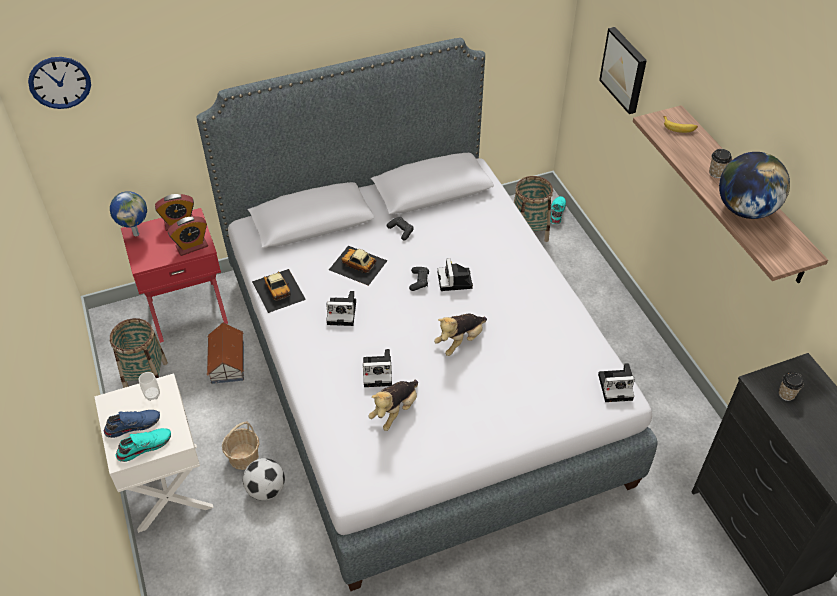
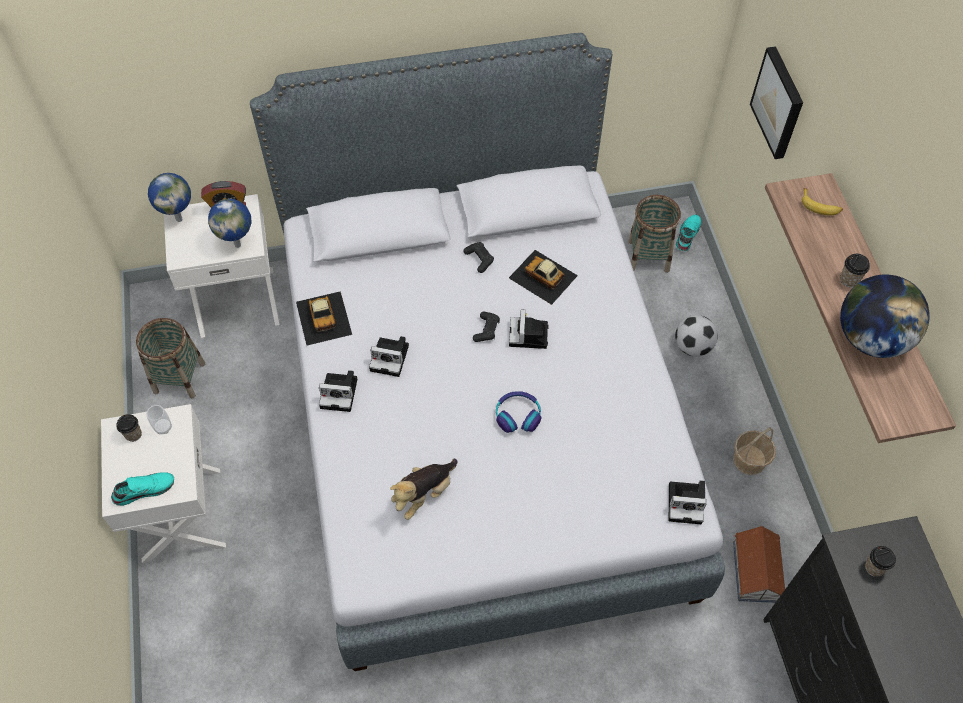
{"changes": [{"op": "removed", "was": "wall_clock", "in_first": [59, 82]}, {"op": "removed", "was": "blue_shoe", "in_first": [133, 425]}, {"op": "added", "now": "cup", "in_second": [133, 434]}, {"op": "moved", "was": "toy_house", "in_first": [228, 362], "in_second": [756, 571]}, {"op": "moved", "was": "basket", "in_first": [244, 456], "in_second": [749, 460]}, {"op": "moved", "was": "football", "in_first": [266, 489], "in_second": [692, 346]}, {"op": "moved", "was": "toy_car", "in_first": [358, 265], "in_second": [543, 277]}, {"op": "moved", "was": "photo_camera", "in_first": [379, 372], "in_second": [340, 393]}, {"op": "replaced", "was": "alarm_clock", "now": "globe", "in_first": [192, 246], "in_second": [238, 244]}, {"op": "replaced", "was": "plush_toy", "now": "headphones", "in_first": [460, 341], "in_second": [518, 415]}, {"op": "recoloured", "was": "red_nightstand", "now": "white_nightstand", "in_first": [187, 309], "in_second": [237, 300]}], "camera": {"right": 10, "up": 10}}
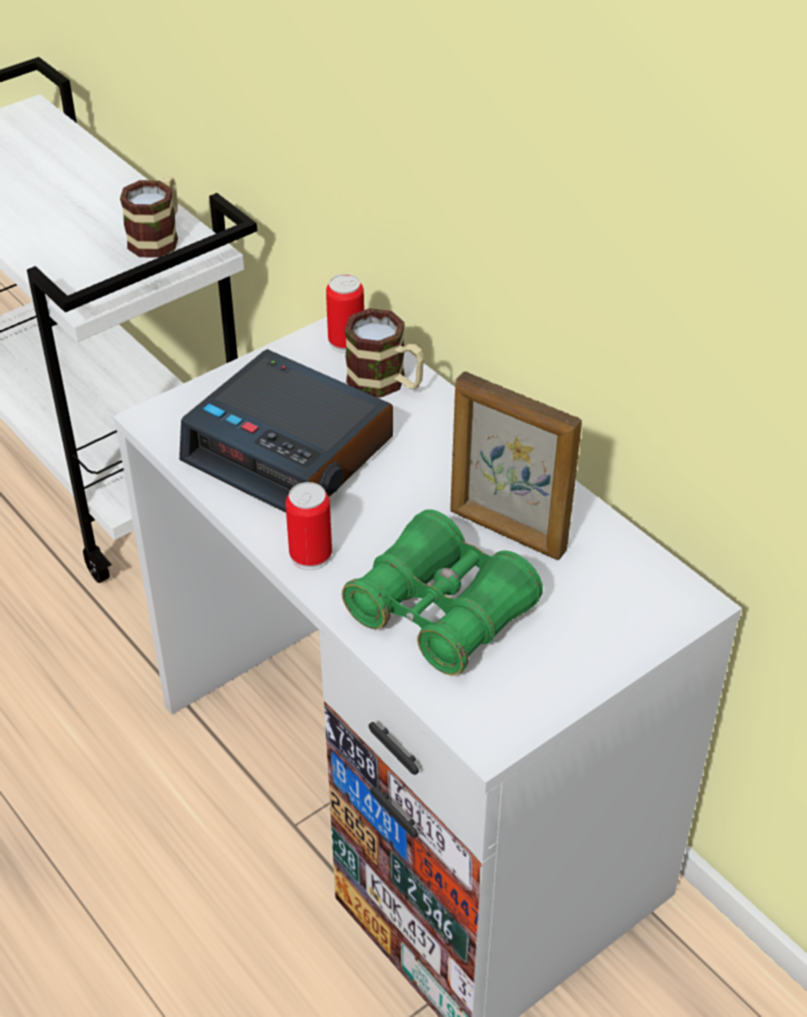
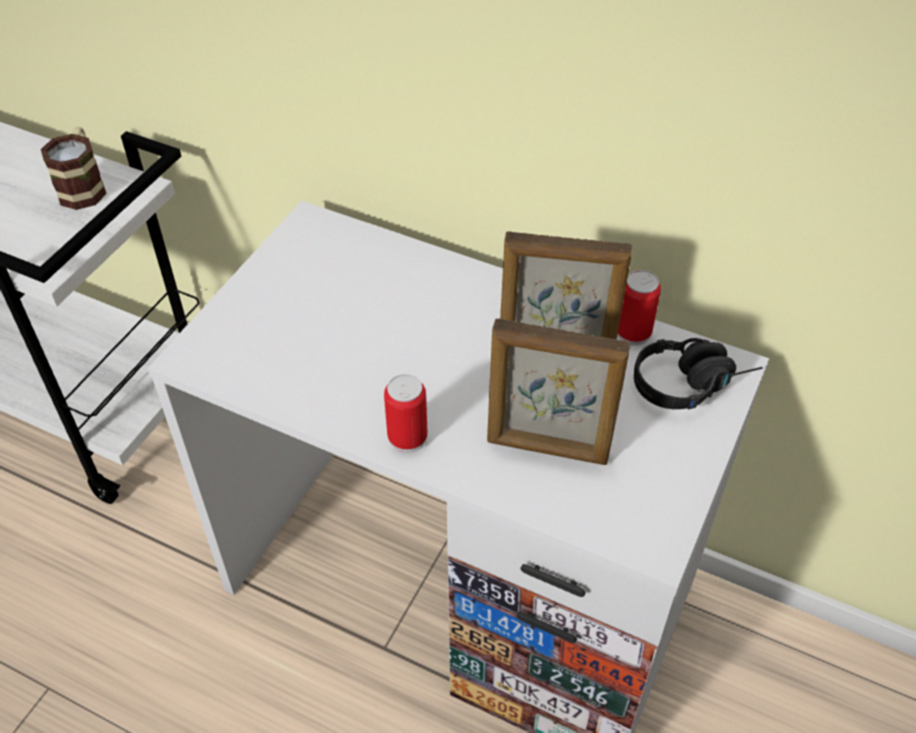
{"changes": [{"op": "removed", "was": "alarm_clock", "in_first": [291, 451]}, {"op": "removed", "was": "mug", "in_first": [386, 383]}, {"op": "added", "now": "black_headphones", "in_second": [692, 382]}, {"op": "moved", "was": "can", "in_first": [346, 342], "in_second": [633, 332]}, {"op": "replaced", "was": "green_binoculars", "now": "picture_frame", "in_first": [441, 612], "in_second": [547, 448]}], "camera": {"right": -25, "up": 5}}
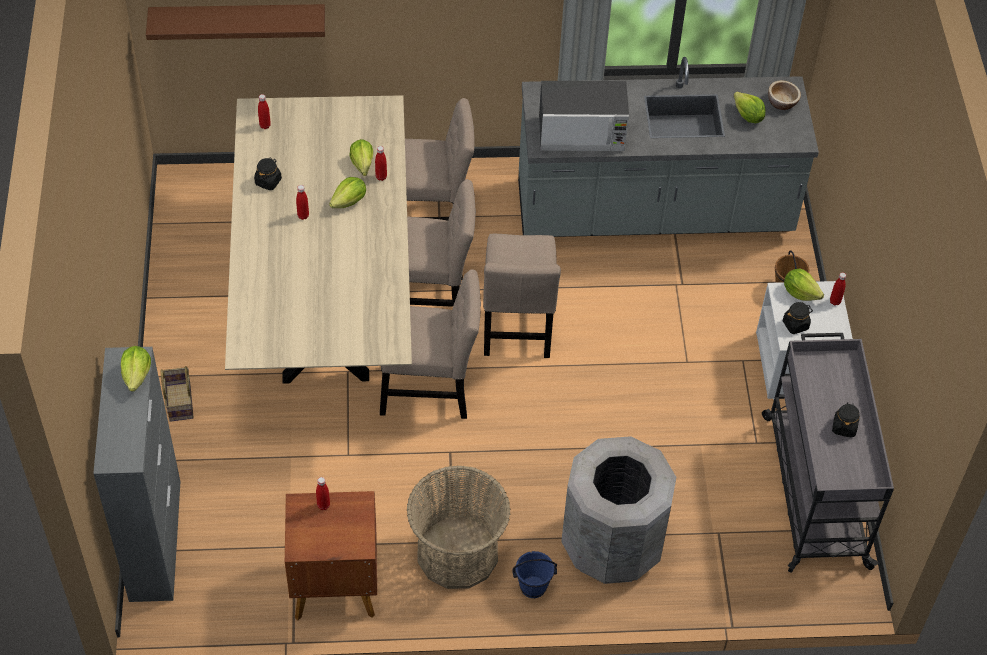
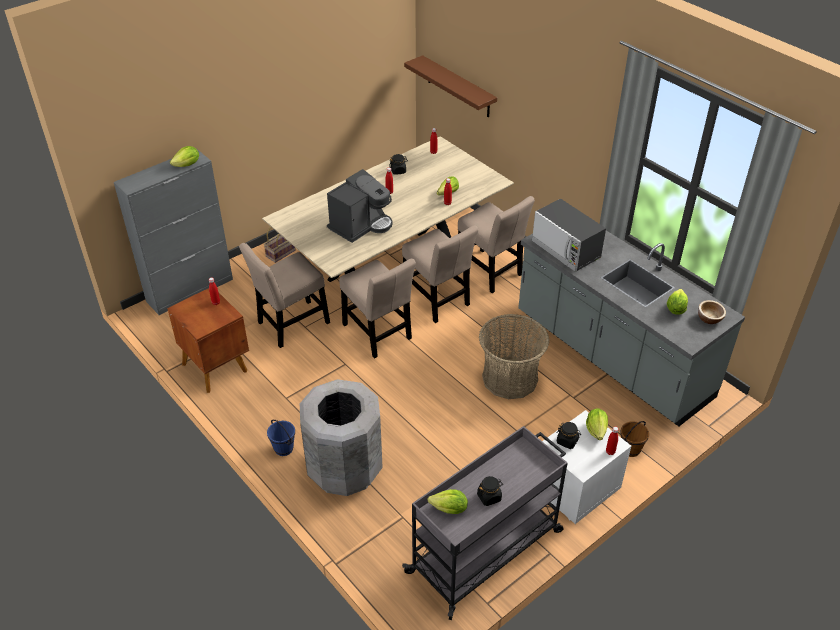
{"changes": [{"op": "added", "now": "coffee_machine", "in_second": [361, 225]}, {"op": "moved", "was": "lettuce", "in_first": [349, 202], "in_second": [449, 509]}, {"op": "moved", "was": "basket", "in_first": [457, 553], "in_second": [509, 378]}, {"op": "moved", "was": "beige_chair", "in_first": [517, 328], "in_second": [290, 325]}], "camera": {"right": 55, "up": -10}}
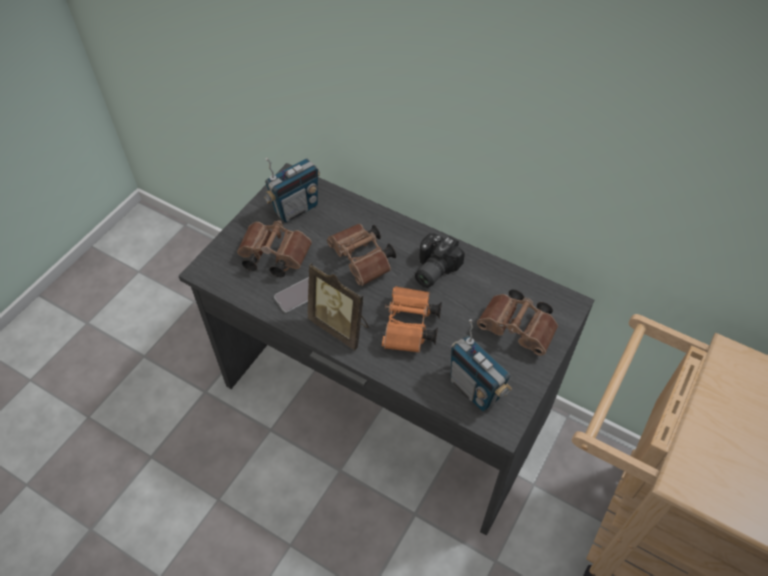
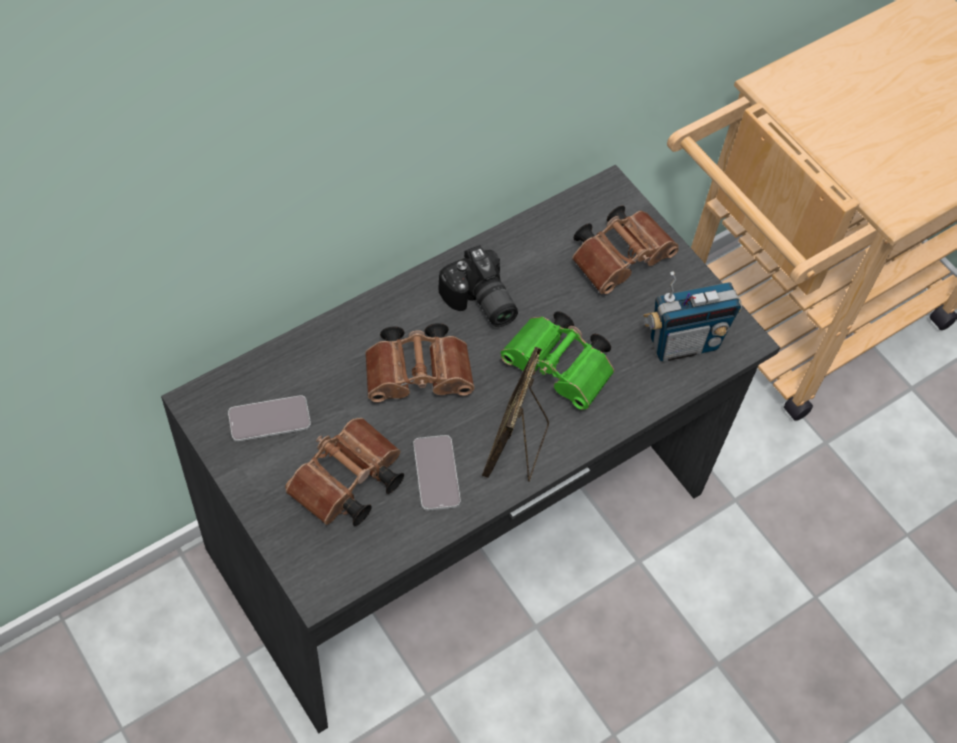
{"changes": [{"op": "replaced", "was": "radio", "now": "phone", "in_first": [296, 209], "in_second": [269, 419]}, {"op": "recoloured", "was": "orange_binoculars", "now": "green_binoculars", "in_first": [410, 328], "in_second": [561, 370]}, {"op": "turned", "was": "picture_frame", "in_first": [341, 326], "in_second": [517, 447], "clockwise": 135}], "camera": {"right": -70, "up": 5}}
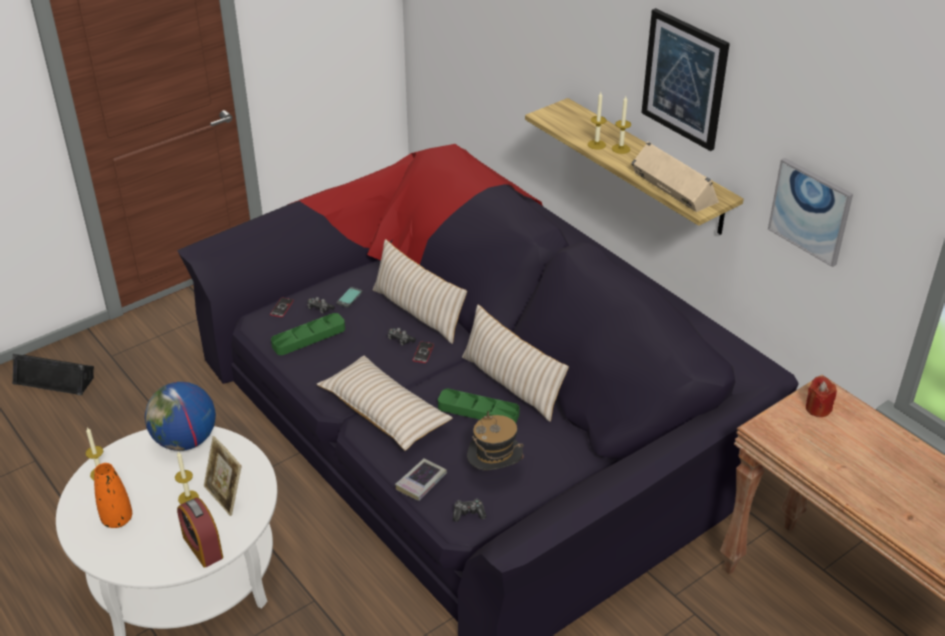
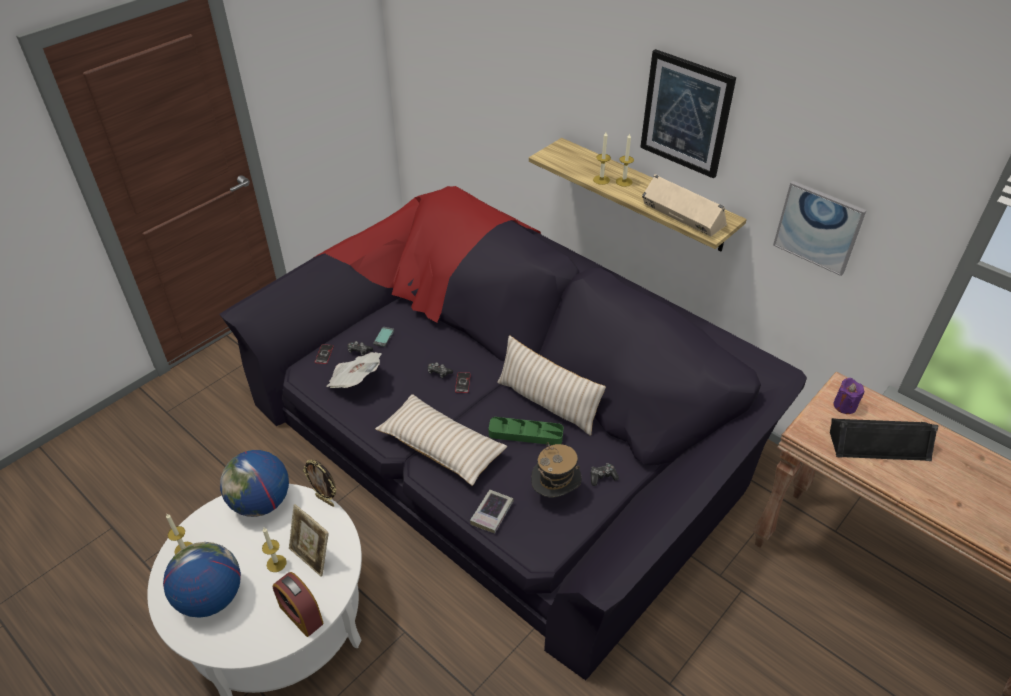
{"changes": [{"op": "removed", "was": "beige_pillow", "in_first": [418, 312]}, {"op": "added", "now": "picture_frame", "in_second": [325, 500]}, {"op": "moved", "was": "black_speaker", "in_first": [55, 378], "in_second": [878, 442]}, {"op": "moved", "was": "game_controller", "in_first": [468, 513], "in_second": [602, 477]}, {"op": "replaced", "was": "orange_vase", "now": "globe", "in_first": [117, 519], "in_second": [211, 597]}, {"op": "replaced", "was": "green_tray", "now": "newspaper", "in_first": [308, 337], "in_second": [355, 381]}, {"op": "recoloured", "was": "red_candle", "now": "purple_candle", "in_first": [818, 408], "in_second": [844, 406]}], "camera": {"right": -10, "up": 5}}
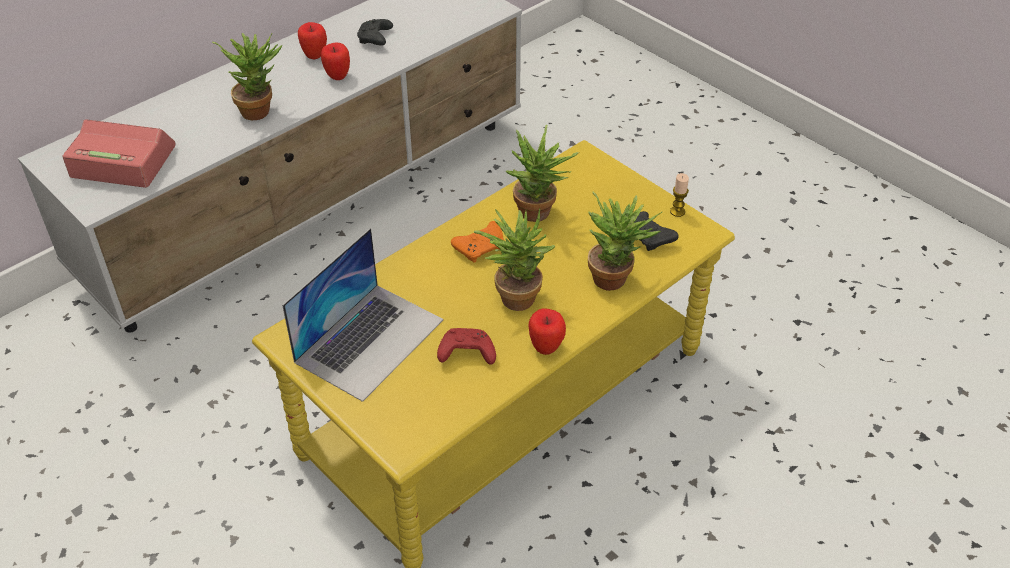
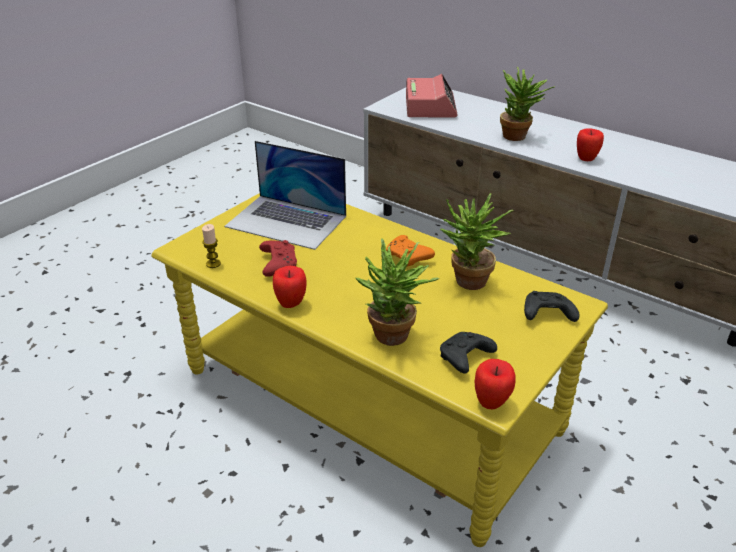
{"changes": [{"op": "removed", "was": "potted_plant", "in_first": [514, 294]}, {"op": "moved", "was": "apple", "in_first": [314, 55], "in_second": [491, 403]}, {"op": "moved", "was": "black_game_controller", "in_first": [375, 39], "in_second": [546, 315]}, {"op": "moved", "was": "candle", "in_first": [677, 211], "in_second": [213, 264]}], "camera": {"right": 80, "up": -10}}
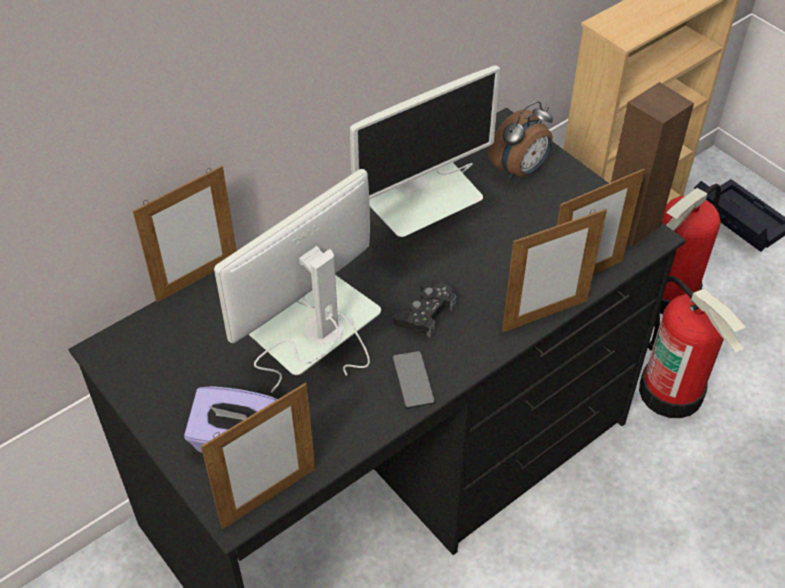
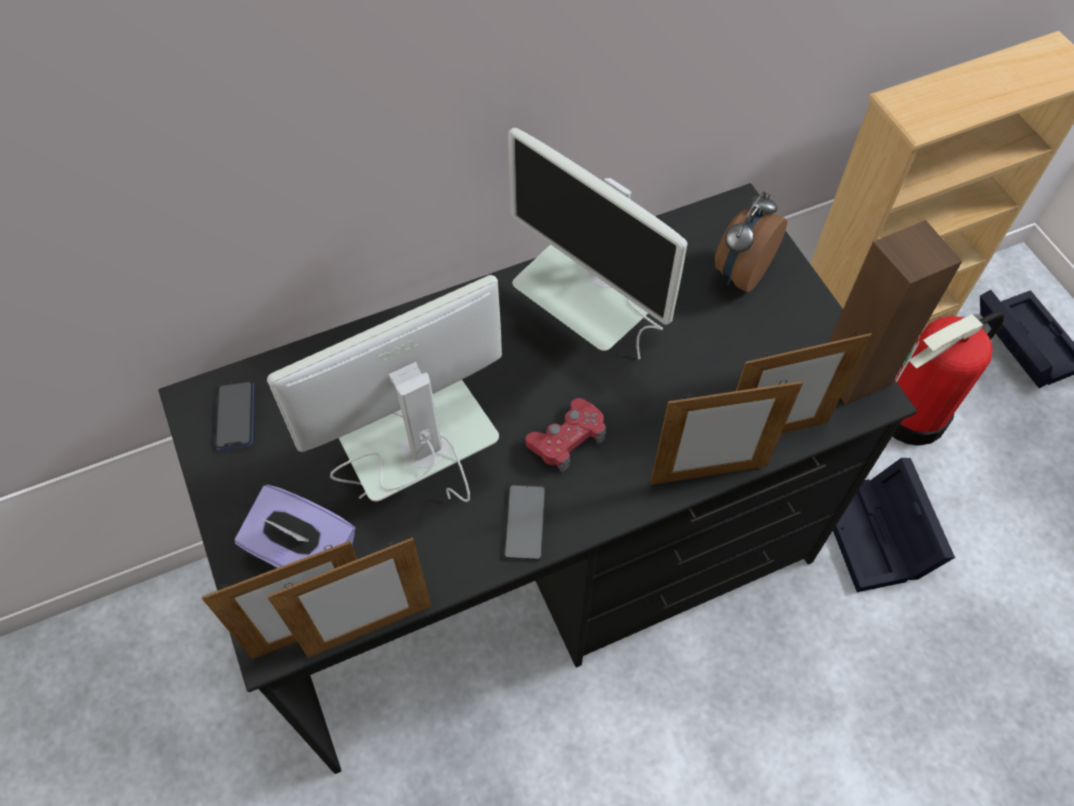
{"changes": [{"op": "added", "now": "phone", "in_second": [235, 416]}, {"op": "moved", "was": "picture_frame", "in_first": [197, 279], "in_second": [370, 630]}, {"op": "replaced", "was": "fire_extinguisher", "now": "black_storage_box", "in_first": [672, 391], "in_second": [879, 536]}, {"op": "recoloured", "was": "black_game_controller", "now": "red_game_controller", "in_first": [425, 314], "in_second": [567, 439]}, {"op": "turned", "was": "monitor", "in_first": [417, 229], "in_second": [592, 324], "clockwise": 60}, {"op": "turned", "was": "alarm_clock", "in_first": [520, 170], "in_second": [740, 272], "clockwise": 150}], "camera": {"right": 15, "up": 10}}
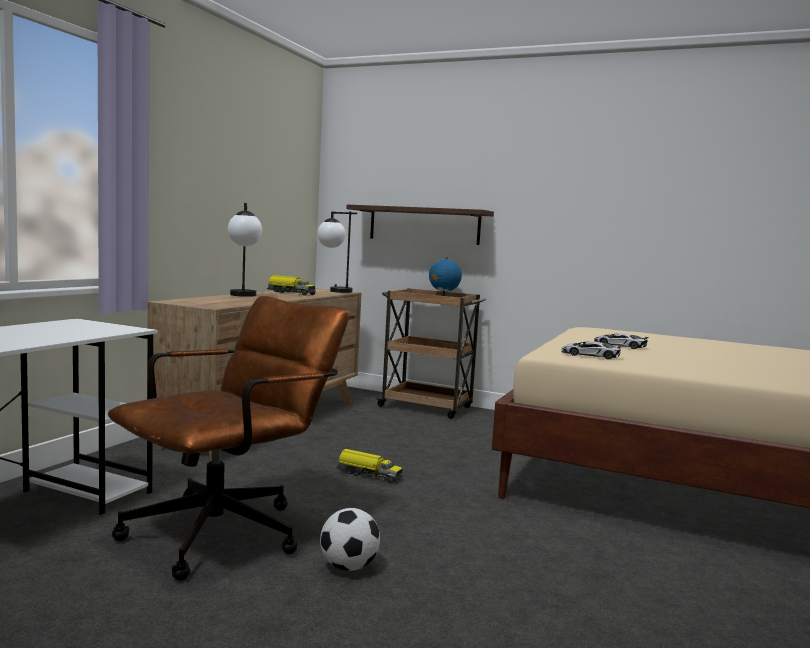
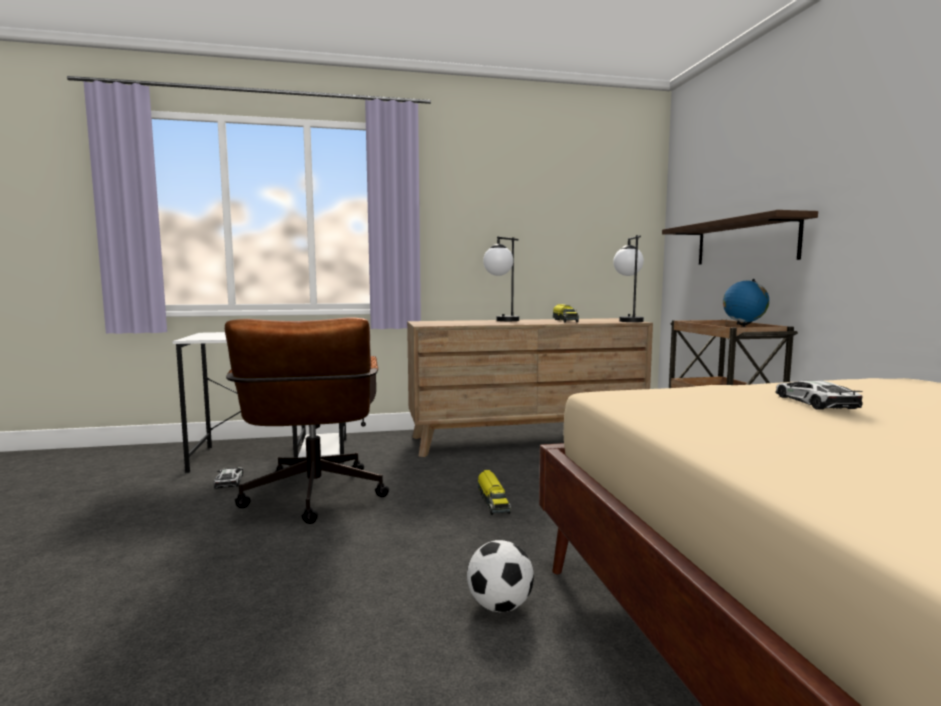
{"changes": [{"op": "moved", "was": "football", "in_first": [349, 567], "in_second": [500, 606]}, {"op": "moved", "was": "toy_car", "in_first": [590, 355], "in_second": [229, 481]}, {"op": "turned", "was": "brown_office_chair", "in_first": [229, 530], "in_second": [313, 500], "clockwise": 75}], "camera": {"right": 55, "up": 0}}
